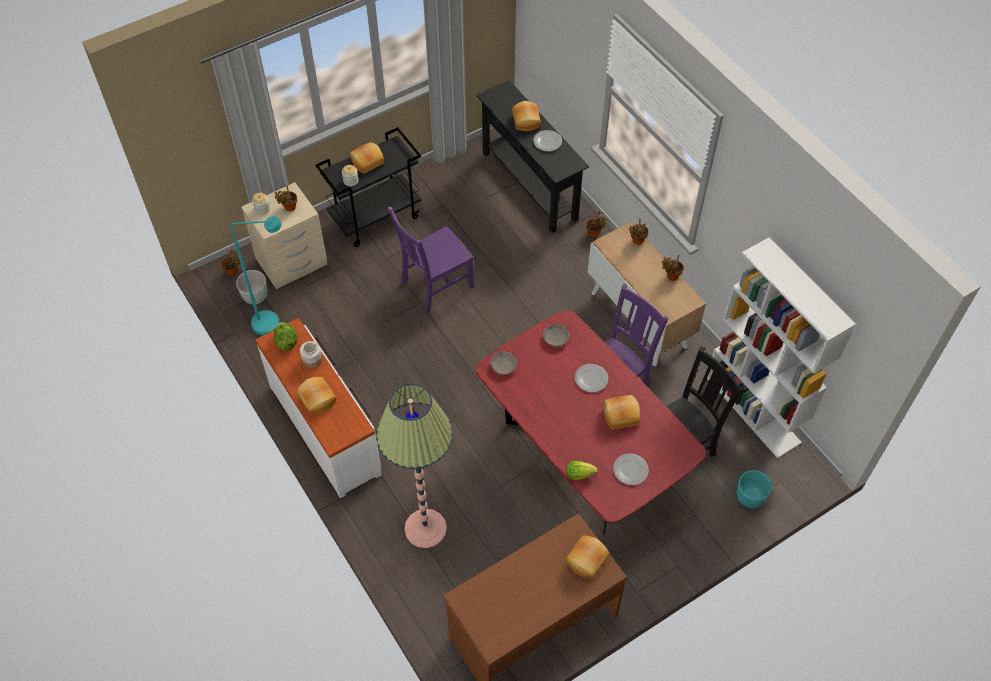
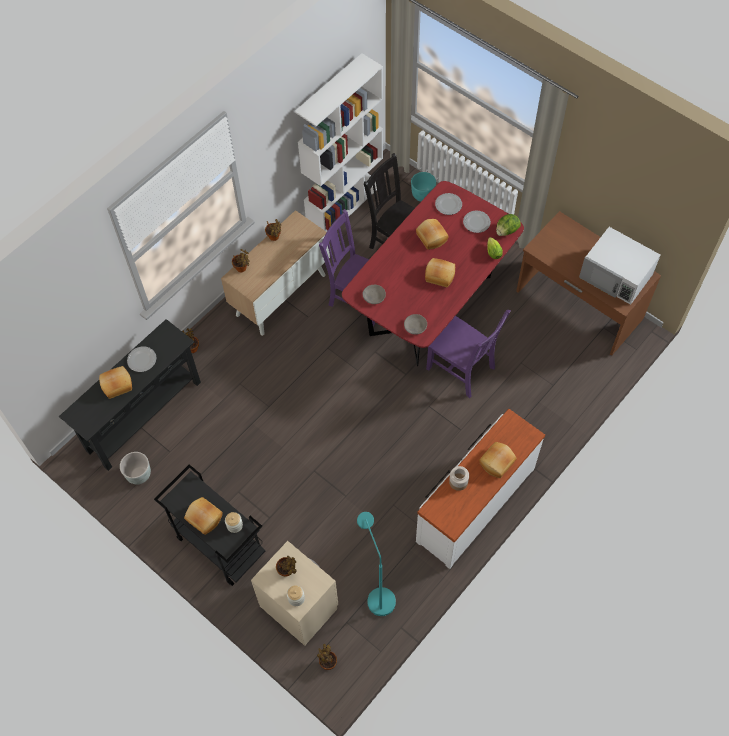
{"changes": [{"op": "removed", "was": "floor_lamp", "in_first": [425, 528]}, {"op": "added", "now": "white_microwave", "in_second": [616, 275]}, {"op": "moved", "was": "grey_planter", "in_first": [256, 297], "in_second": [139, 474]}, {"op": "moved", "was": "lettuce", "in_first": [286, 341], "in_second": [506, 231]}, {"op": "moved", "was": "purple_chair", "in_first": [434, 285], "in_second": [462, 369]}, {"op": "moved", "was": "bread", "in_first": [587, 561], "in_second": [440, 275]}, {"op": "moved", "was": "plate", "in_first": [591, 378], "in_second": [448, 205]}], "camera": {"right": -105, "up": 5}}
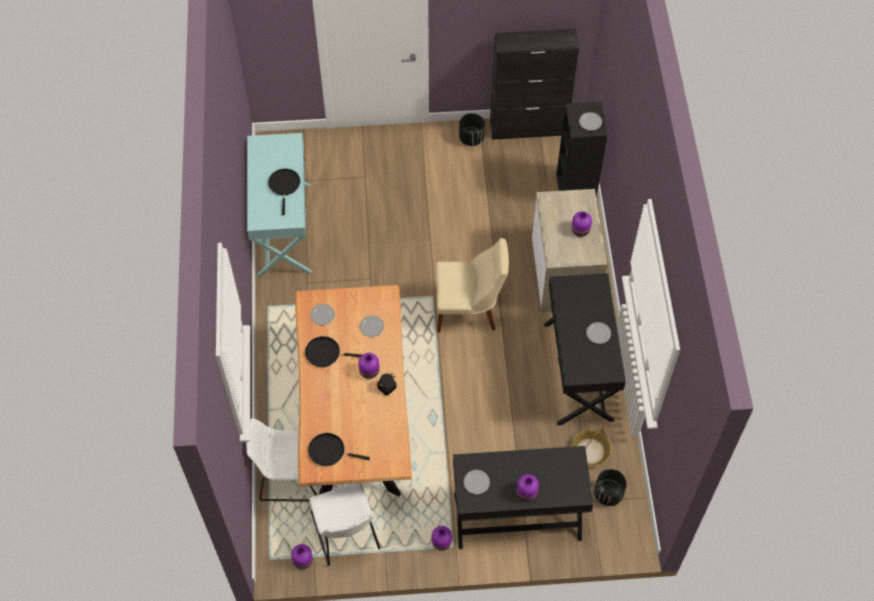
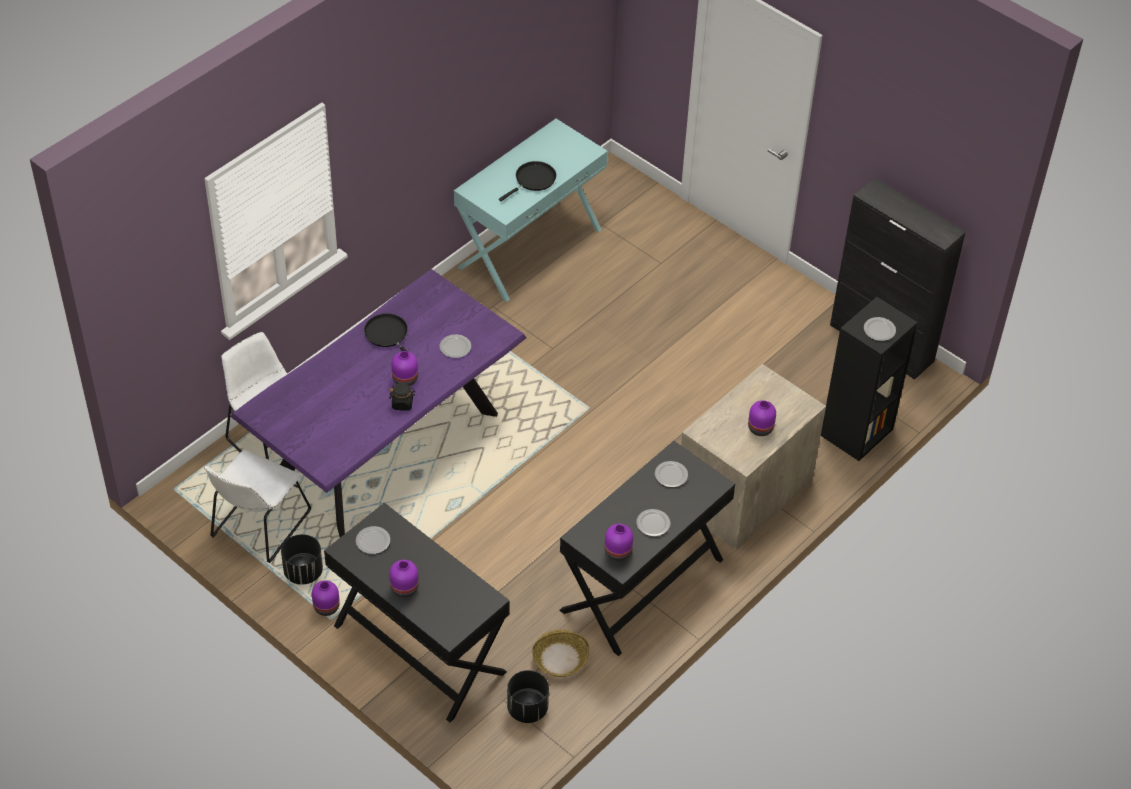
{"changes": [{"op": "removed", "was": "black_frying_pan", "in_first": [329, 451]}, {"op": "removed", "was": "beige_chair", "in_first": [469, 310]}, {"op": "moved", "was": "purple_vase", "in_first": [302, 561], "in_second": [617, 552]}, {"op": "moved", "was": "plate", "in_first": [322, 315], "in_second": [670, 475]}, {"op": "moved", "was": "black_planter", "in_first": [471, 138], "in_second": [303, 572]}, {"op": "recoloured", "was": "brown_dining_table", "now": "purple_dining_table", "in_first": [356, 420], "in_second": [386, 448]}], "camera": {"right": 45, "up": -10}}
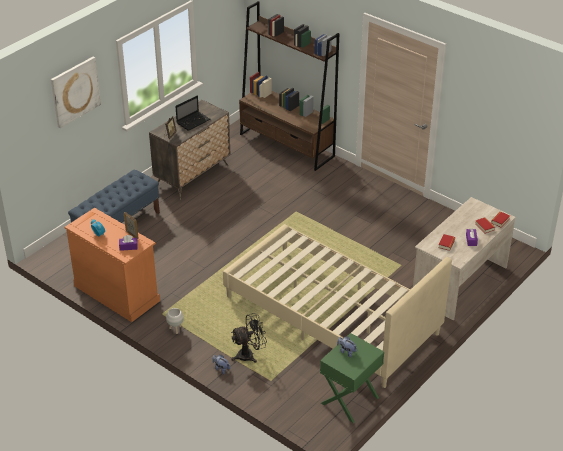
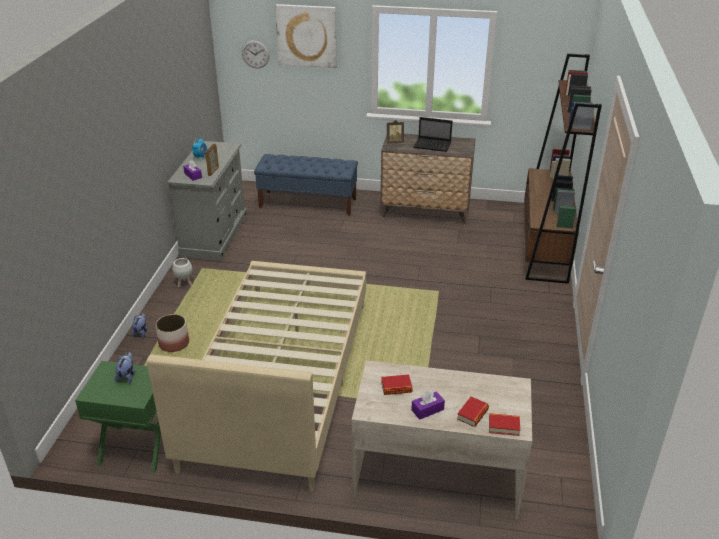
{"changes": [{"op": "added", "now": "wall_clock", "in_second": [255, 54]}, {"op": "replaced", "was": "black_fan", "now": "planter", "in_first": [249, 355], "in_second": [174, 343]}, {"op": "recoloured", "was": "orange_dresser", "now": "grey_dresser", "in_first": [117, 293], "in_second": [215, 235]}], "camera": {"right": 60, "up": -5}}
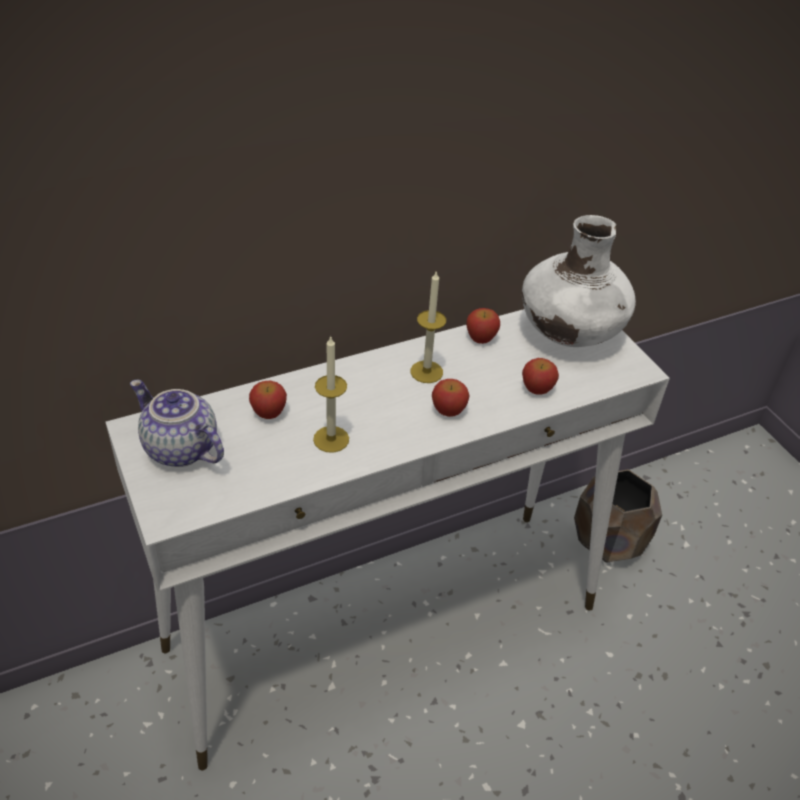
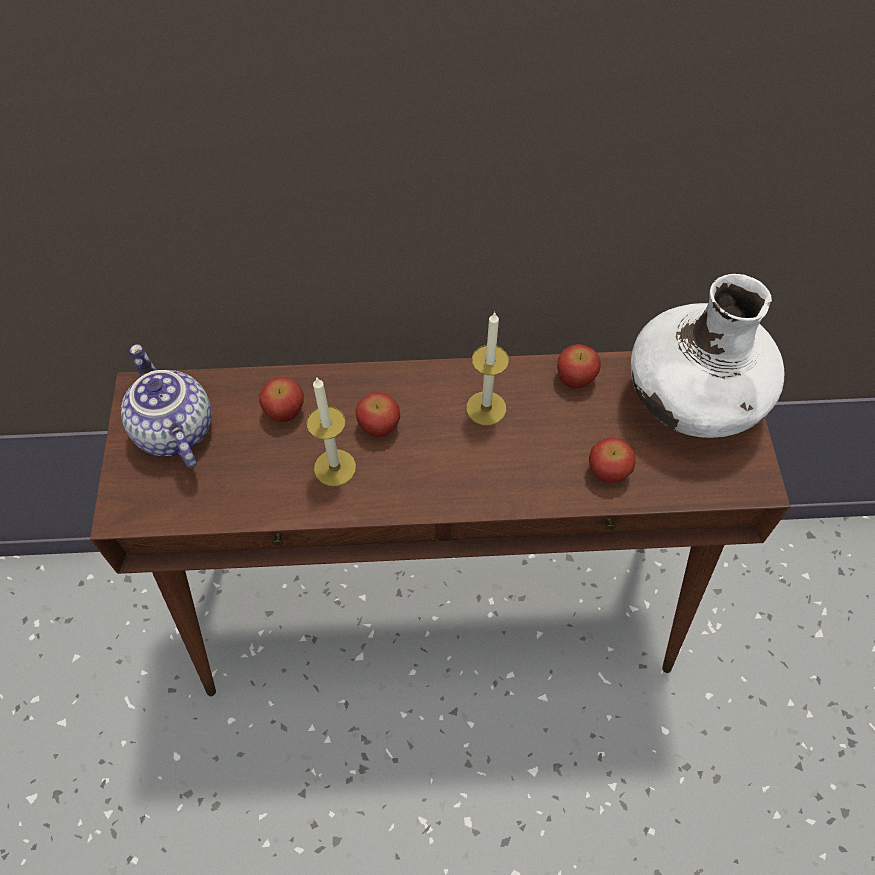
{"changes": [{"op": "removed", "was": "brown_planter", "in_first": [610, 540]}, {"op": "moved", "was": "apple", "in_first": [448, 410], "in_second": [379, 426]}, {"op": "recoloured", "was": "white_console_table", "now": "brown_console_table", "in_first": [386, 626], "in_second": [439, 612]}], "camera": {"right": 25, "up": 15}}
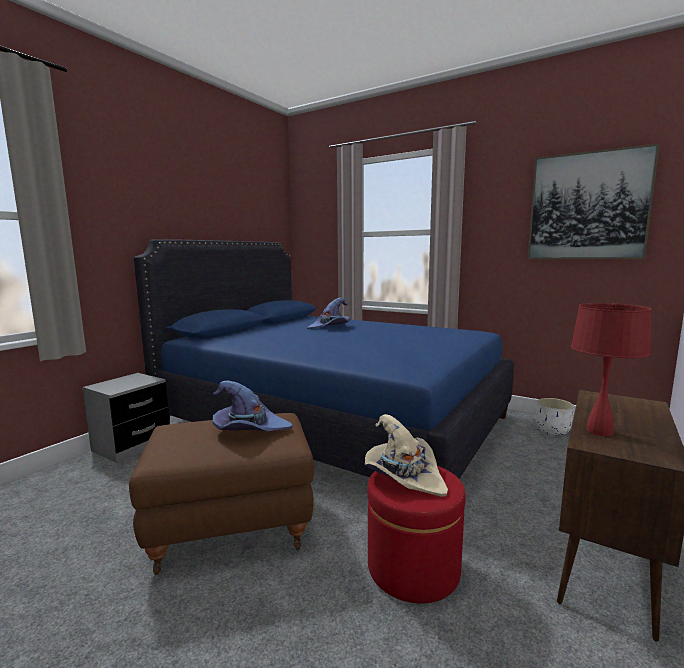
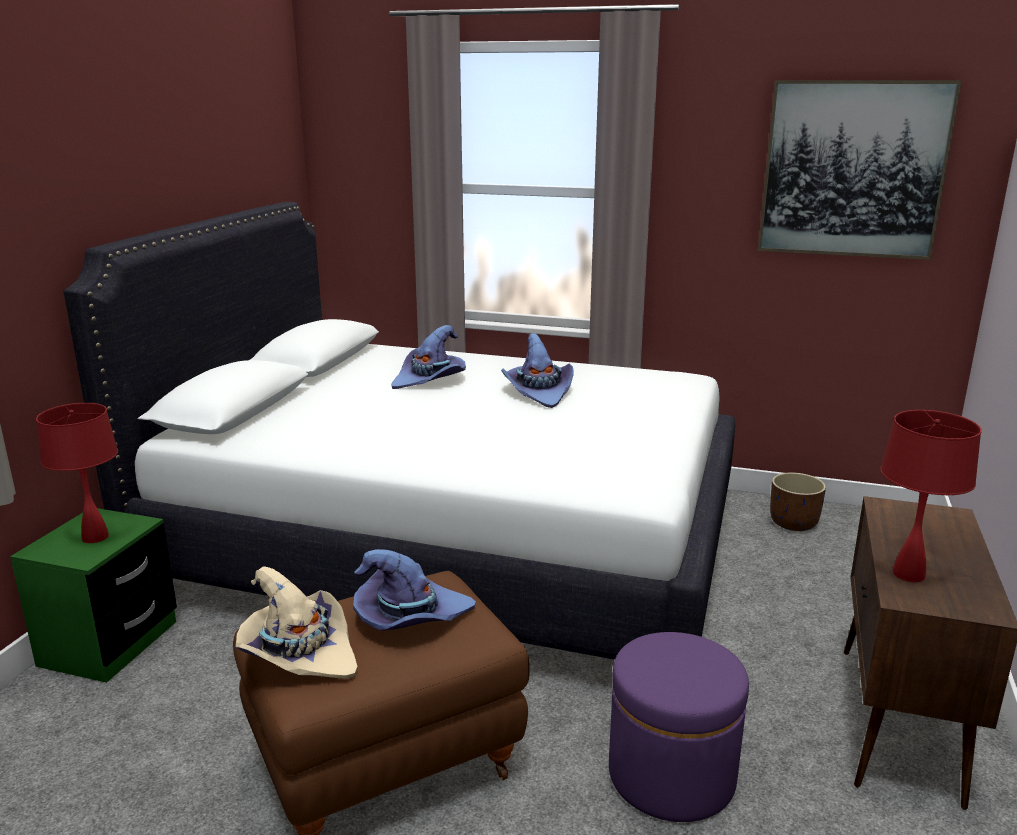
{"changes": [{"op": "added", "now": "red_table_lamp", "in_second": [94, 537]}, {"op": "added", "now": "purple_hat", "in_second": [539, 392]}, {"op": "moved", "was": "beige_hat", "in_first": [404, 476], "in_second": [299, 652]}, {"op": "recoloured", "was": "grey_nightstand", "now": "green_nightstand", "in_first": [132, 446], "in_second": [109, 644]}, {"op": "recoloured", "was": "blue_bed", "now": "white_bed", "in_first": [334, 422], "in_second": [454, 547]}, {"op": "recoloured", "was": "red_ottoman", "now": "purple_ottoman", "in_first": [413, 568], "in_second": [671, 775]}, {"op": "recoloured", "was": "white_planter", "now": "brown_planter", "in_first": [553, 430], "in_second": [794, 523]}], "camera": {"right": -15, "up": 10}}
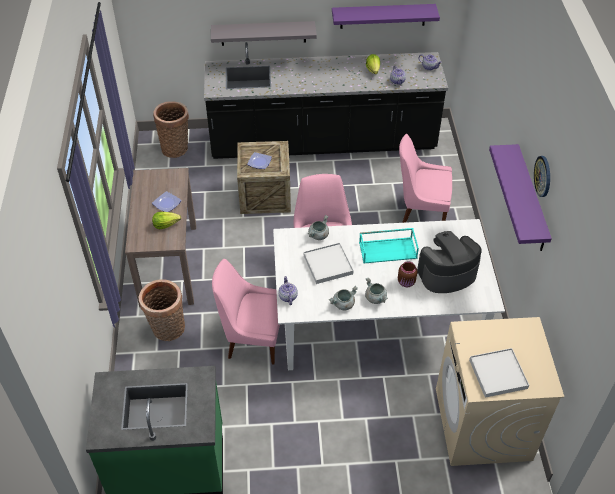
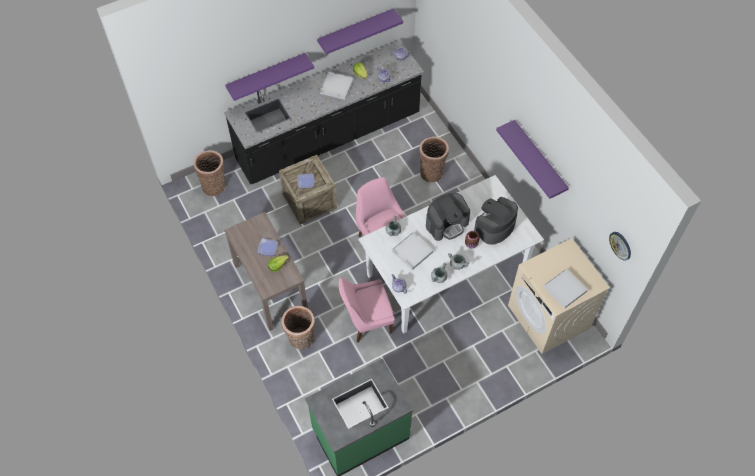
{"changes": [{"op": "added", "now": "white_tray", "in_second": [336, 87]}, {"op": "moved", "was": "wall_clock", "in_first": [543, 176], "in_second": [620, 245]}, {"op": "replaced", "was": "turquoise_tray", "now": "coffee_machine", "in_first": [388, 250], "in_second": [447, 224]}, {"op": "replaced", "was": "pink_chair", "now": "basket", "in_first": [420, 212], "in_second": [431, 171]}, {"op": "recoloured", "was": "grey_shelf", "now": "purple_shelf", "in_first": [263, 33], "in_second": [266, 75]}], "camera": {"right": -25, "up": 10}}
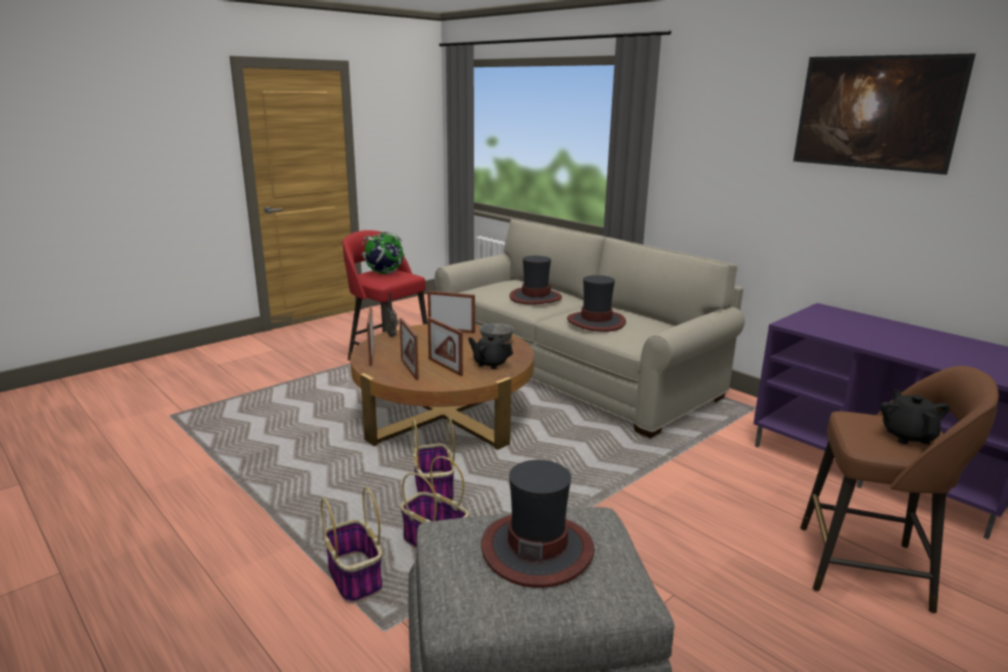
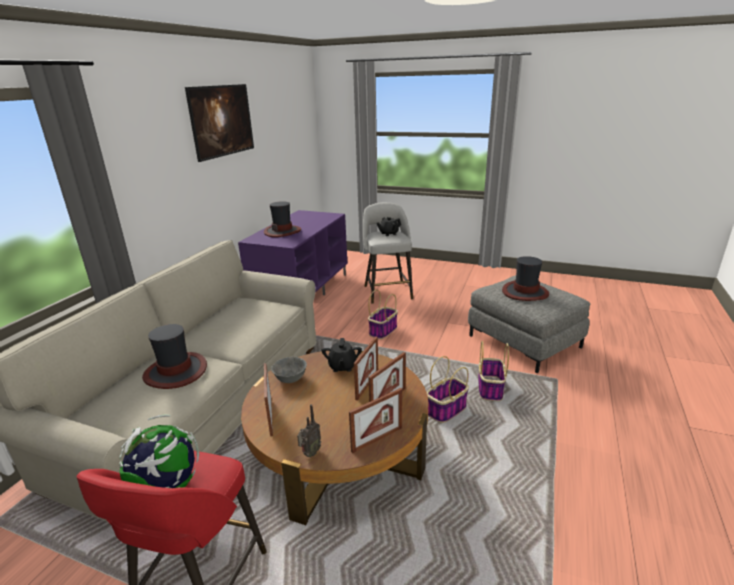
{"changes": [{"op": "moved", "was": "basket", "in_first": [355, 578], "in_second": [383, 330]}, {"op": "moved", "was": "hat", "in_first": [596, 322], "in_second": [282, 231]}, {"op": "recoloured", "was": "brown_stool", "now": "grey_stool", "in_first": [868, 568], "in_second": [387, 292]}], "camera": {"right": -115, "up": 5}}
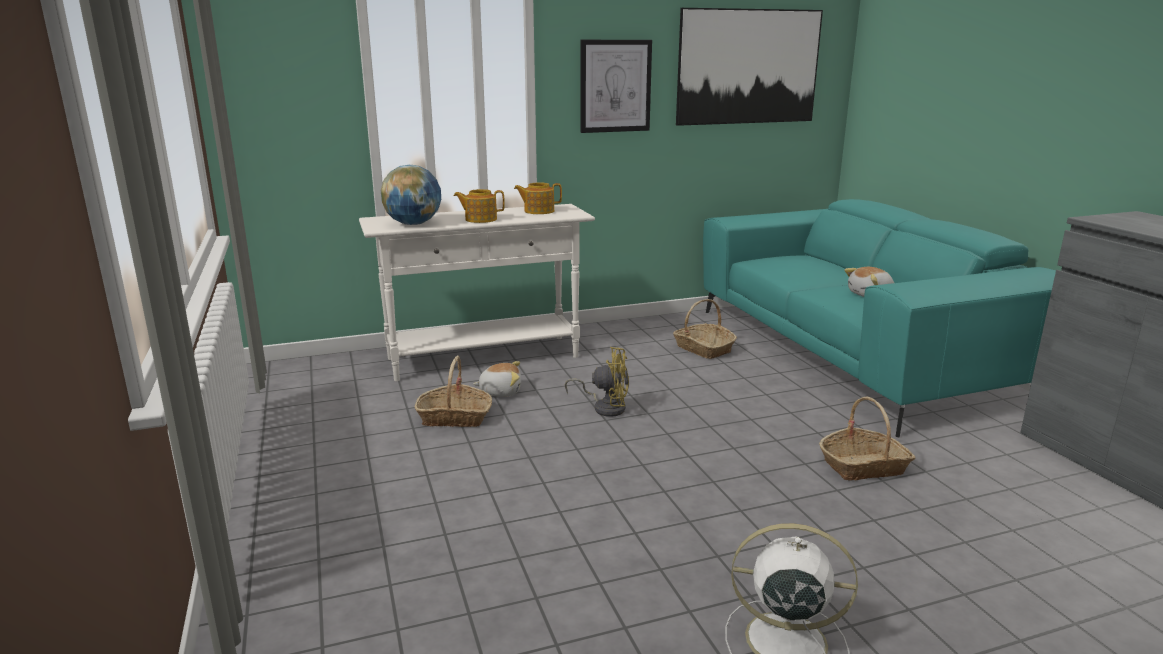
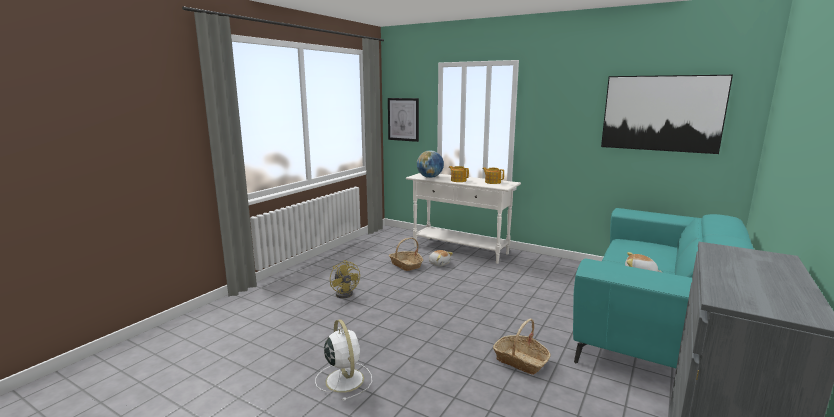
{"changes": [{"op": "removed", "was": "basket", "in_first": [703, 348]}, {"op": "moved", "was": "yellow_fan", "in_first": [605, 407], "in_second": [346, 293]}, {"op": "moved", "was": "picture", "in_first": [615, 86], "in_second": [403, 119]}], "camera": {"right": 50, "up": -5}}
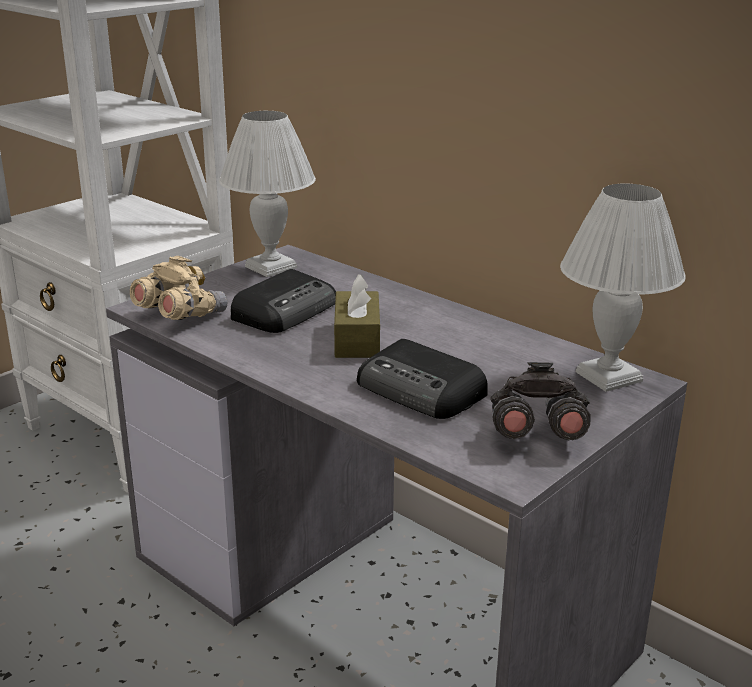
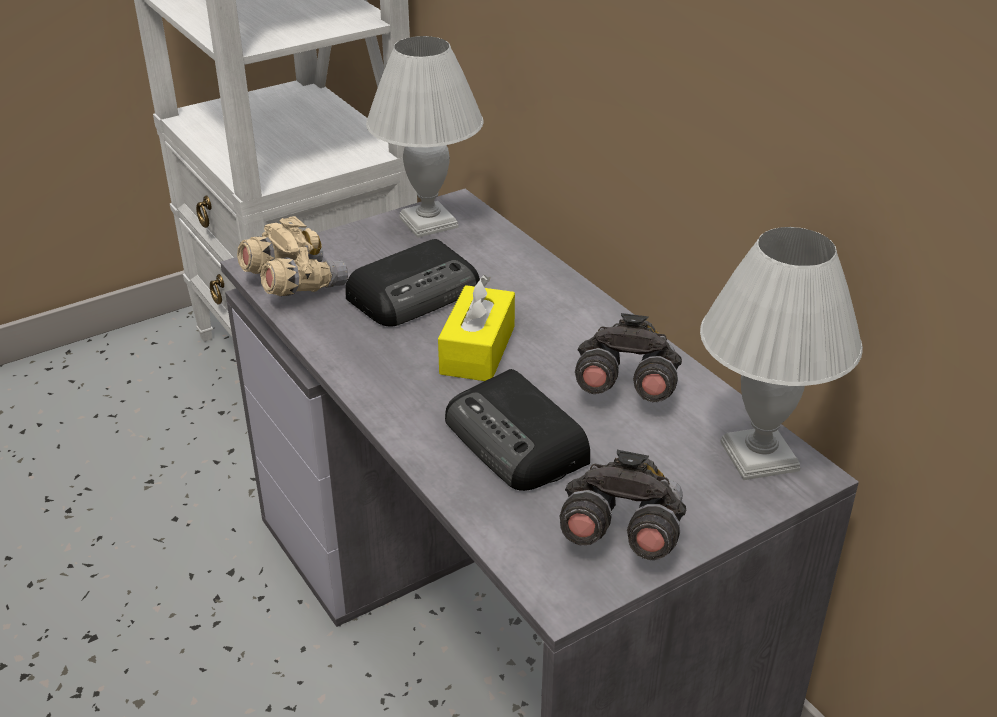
{"changes": [{"op": "added", "now": "grey_binoculars", "in_second": [625, 387]}, {"op": "recoloured", "was": "brown_tissue_box", "now": "yellow_tissue_box", "in_first": [357, 339], "in_second": [477, 350]}], "camera": {"right": 15, "up": 10}}
